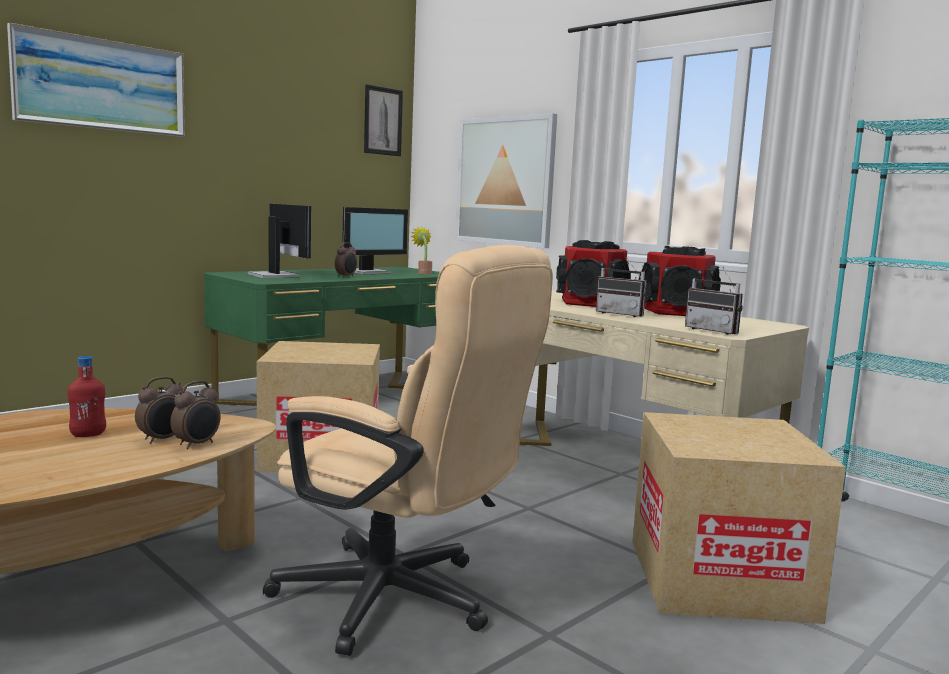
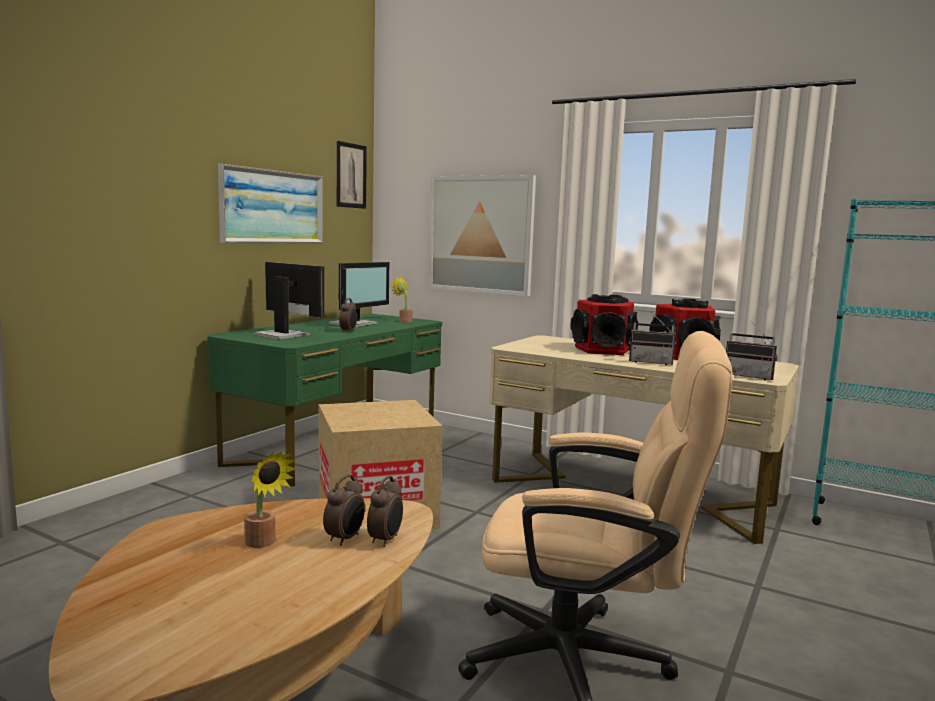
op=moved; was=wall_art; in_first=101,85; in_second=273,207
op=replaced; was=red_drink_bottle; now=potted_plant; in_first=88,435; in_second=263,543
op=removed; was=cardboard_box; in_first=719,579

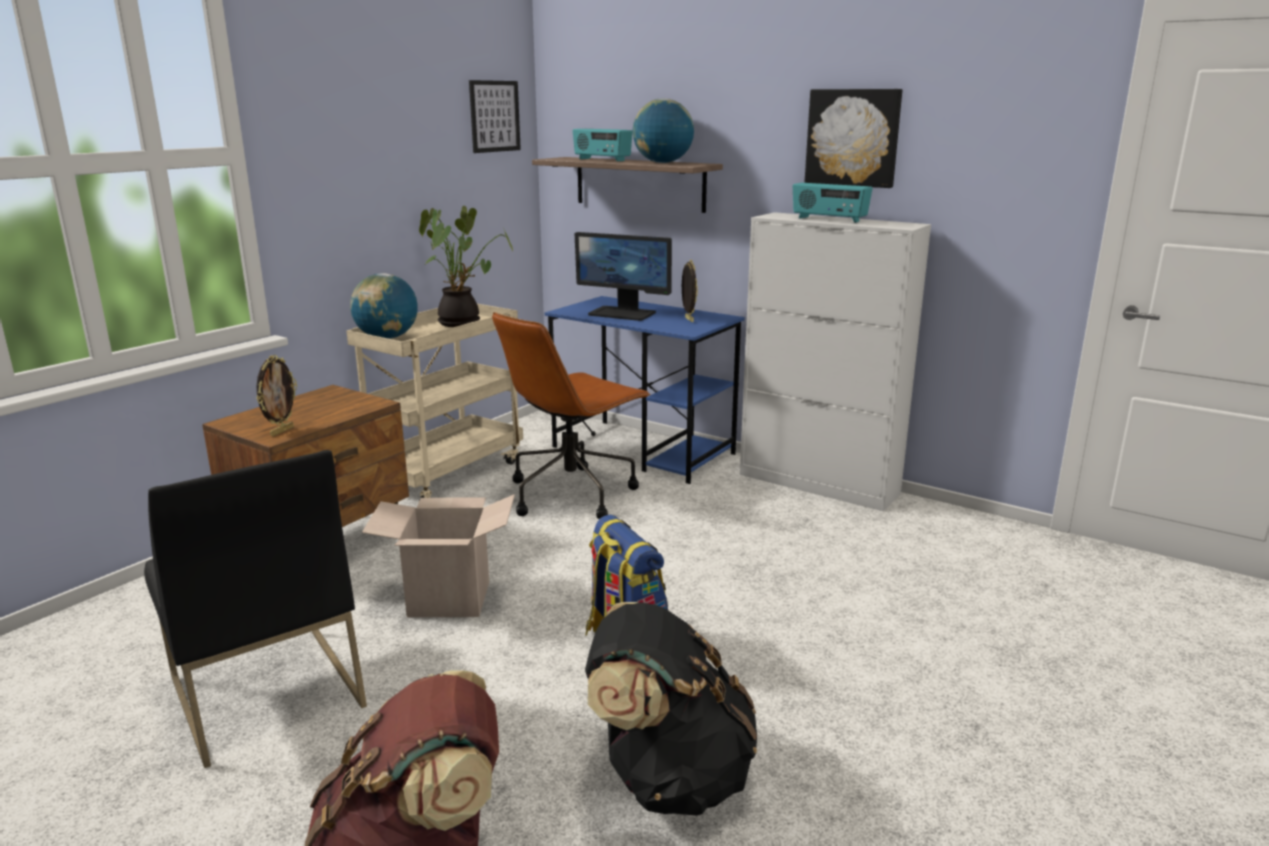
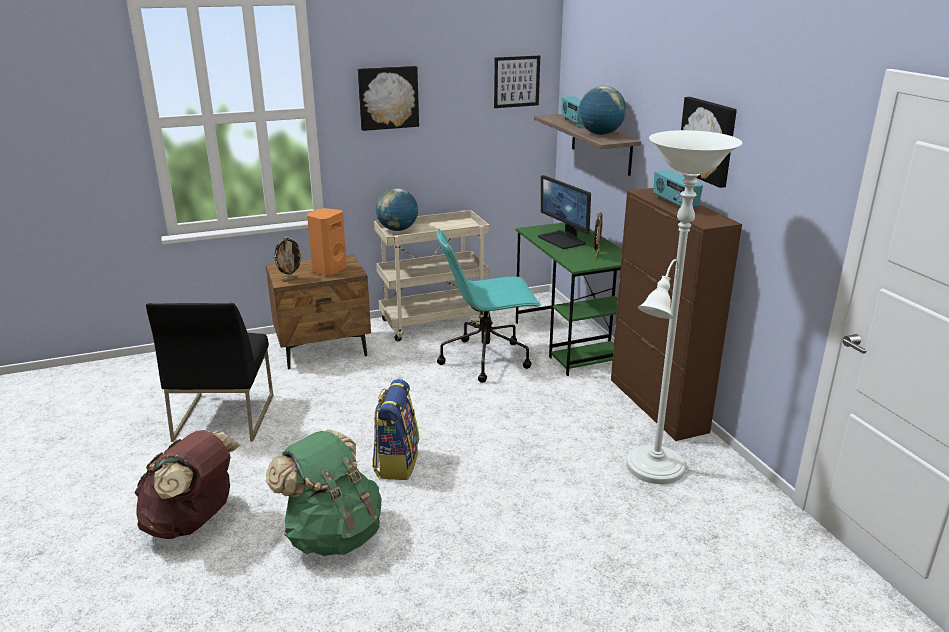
op=removed; was=potted_plant; in_first=463,322
op=recoloured; was=whitish_cupboard; now=brownish_cupboard; in_first=819,484; in_second=657,405
op=recoloured; was=blue_desk; now=green_desk; in_first=644,450; in_second=570,342
op=recoloured; was=brownish_desk_chair; now=turquoise-coloured_desk_chair; in_first=572,493; in_second=487,359
op=removed; was=cardboard_box; in_first=449,599
op=recoloured; was=black-coloured_backpack; now=green_backpack; in_first=668,776; in_second=333,534
op=added; now=wall_art; in_second=388,97
op=added; now=whitish_floor_lamp; in_second=652,471
op=added; now=orangey_speaker; in_second=328,270

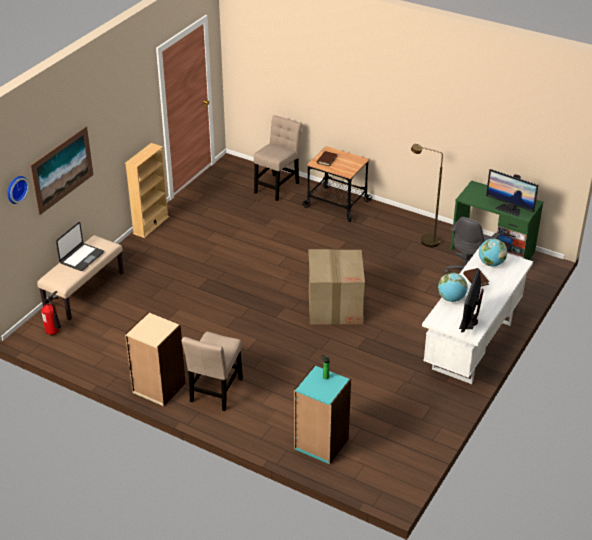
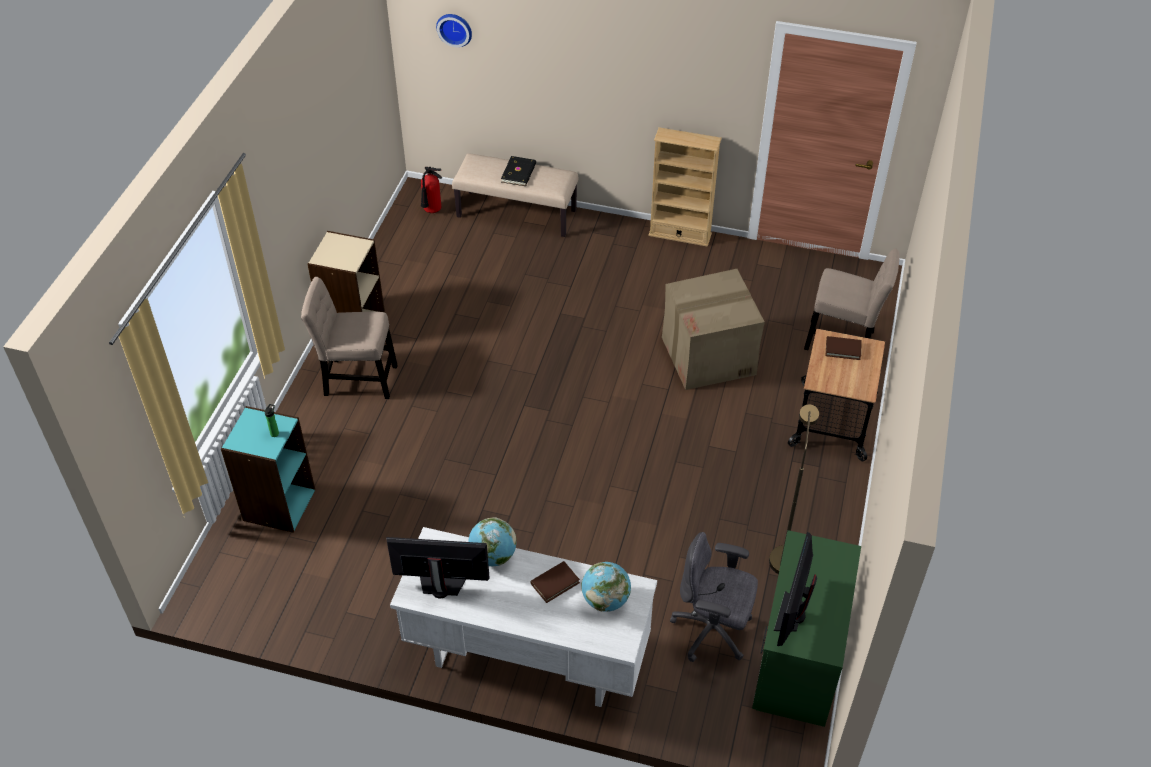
op=removed; was=wall_art; in_first=62,170
op=replaced; was=portable_computer; now=black-coloured_volume; in_first=81,257; in_second=519,173
op=moved; was=cardboard_box; in_first=335,306; in_second=709,355

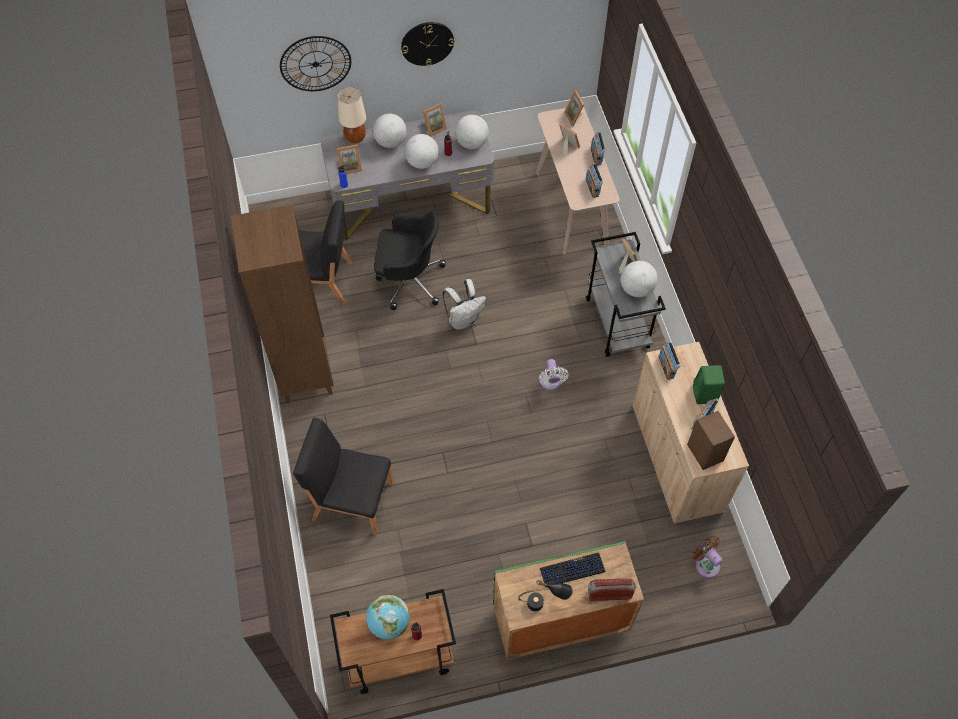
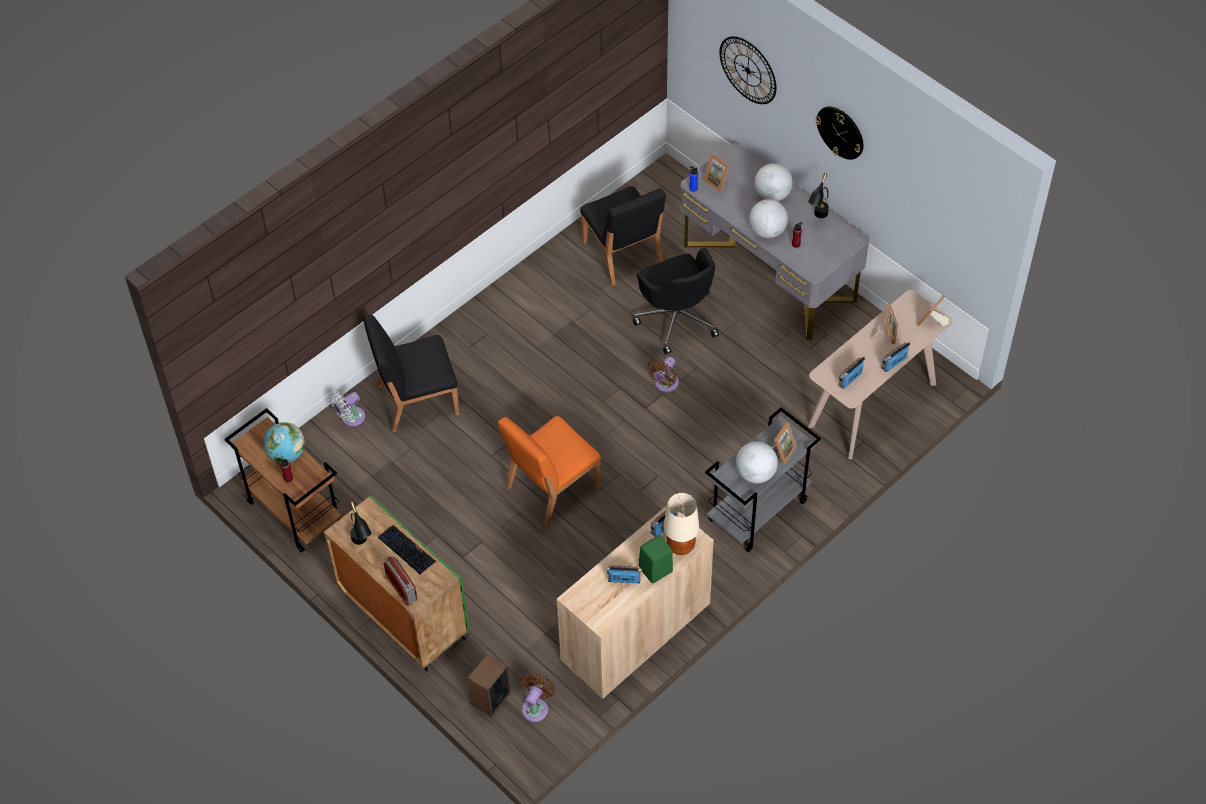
op=moved; was=beige-coloured_lamp_for_a_table; in_first=355,137; in_second=680,546
op=replaced; was=standing_frame; now=black-coloured_lamp_for_a_table; in_first=434,128; in_second=818,217
op=removed; was=globe; in_first=471,143
op=removed; was=brownish_bookshelf; in_first=304,374
op=replaced; was=whitish_backpack; now=brownish_fan; in_first=464,320; in_second=665,384
op=moved; was=whitish_fan; in_first=550,383; in_second=350,418
op=moved; was=speaker; in_first=705,452; in_second=490,698
op=turned; was=black-coloured_chair; in_first=351,500; in_second=416,399; clockwise=-90
op=added; now=orangey_chair; in_second=551,487

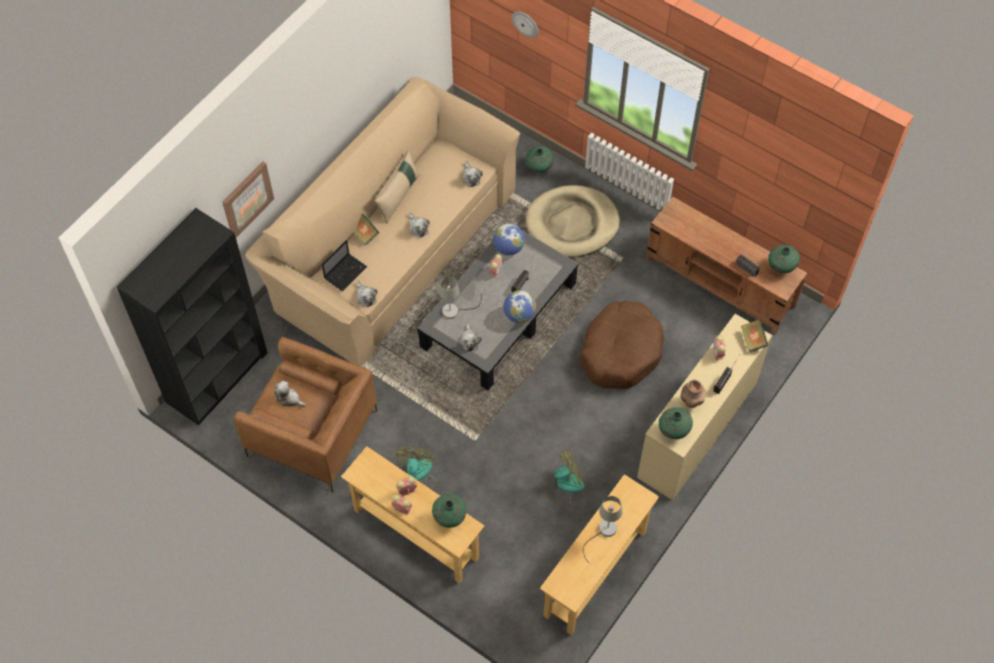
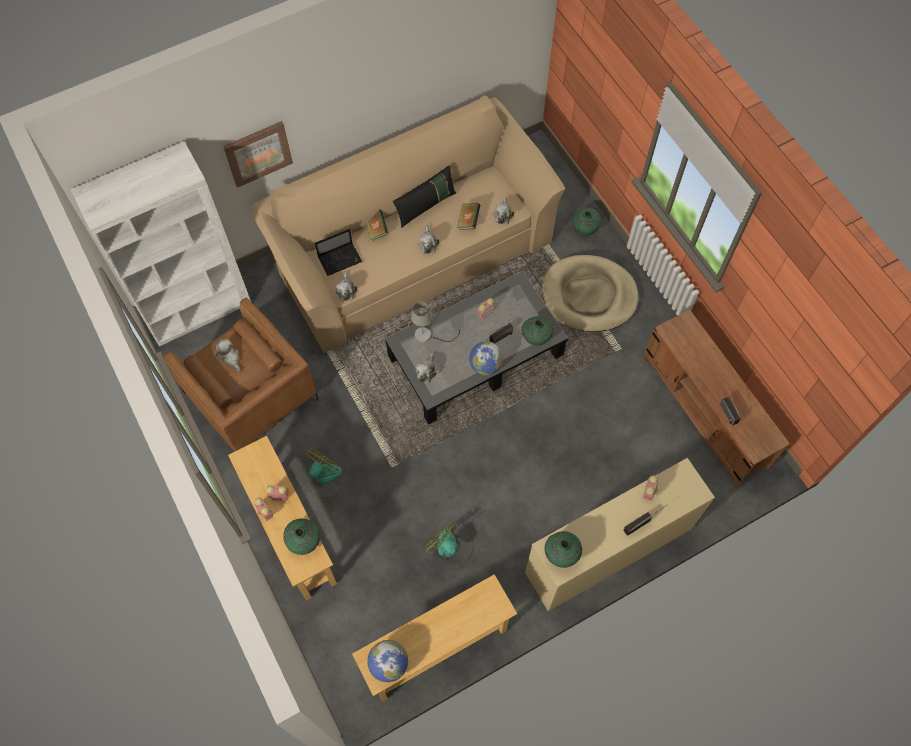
op=removed; was=clock_on_the_wall; in_first=525,23
op=recoloured; was=beige-coloured_throw_pillow; now=black-coloured_throw_pillow; in_first=398,196; in_second=426,206
op=recoloured; was=black-coloured_bookshelf; now=whitish_bookshelf; in_first=217,377; in_second=198,309
op=moved; was=globe; in_first=508,248; in_second=389,664
op=moved; was=green_vase; in_first=780,268; in_second=536,338
op=removed; was=brownish_dog_bed; in_first=620,351
op=moved; was=volume; in_first=753,340; in_second=468,221
op=removed; was=brownish_vase; in_first=691,402
op=turned; was=fan; in_first=563,485; in_second=451,549; clockwise=-135
op=removed; was=gray_lamp_for_a_table; in_first=603,532

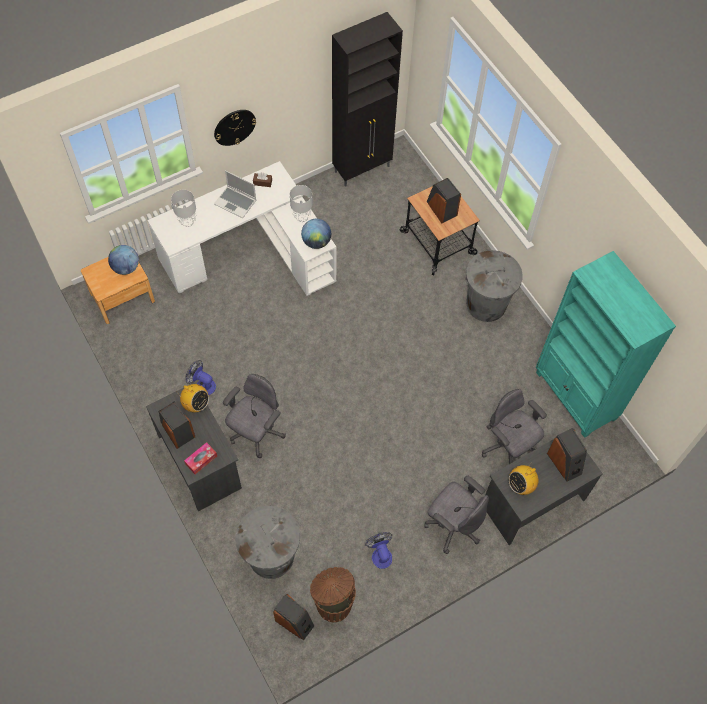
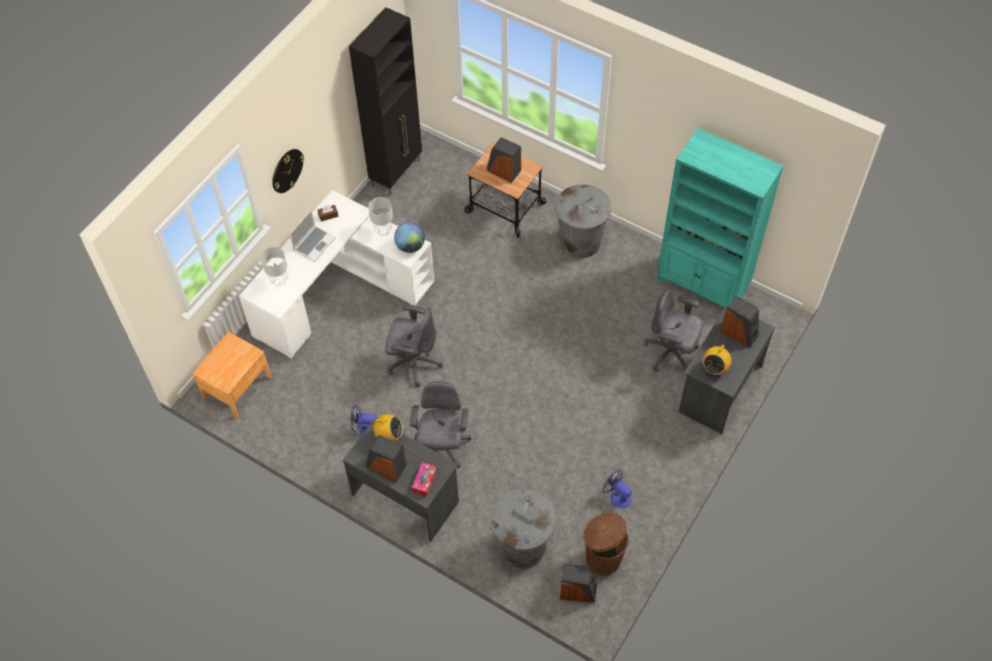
op=turned; was=portable_computer; in_first=236,202; in_second=314,243; clockwise=-60
op=removed; was=globe; in_first=126,267
op=moved; was=gray_desk_chair; in_first=453,525; in_second=413,362

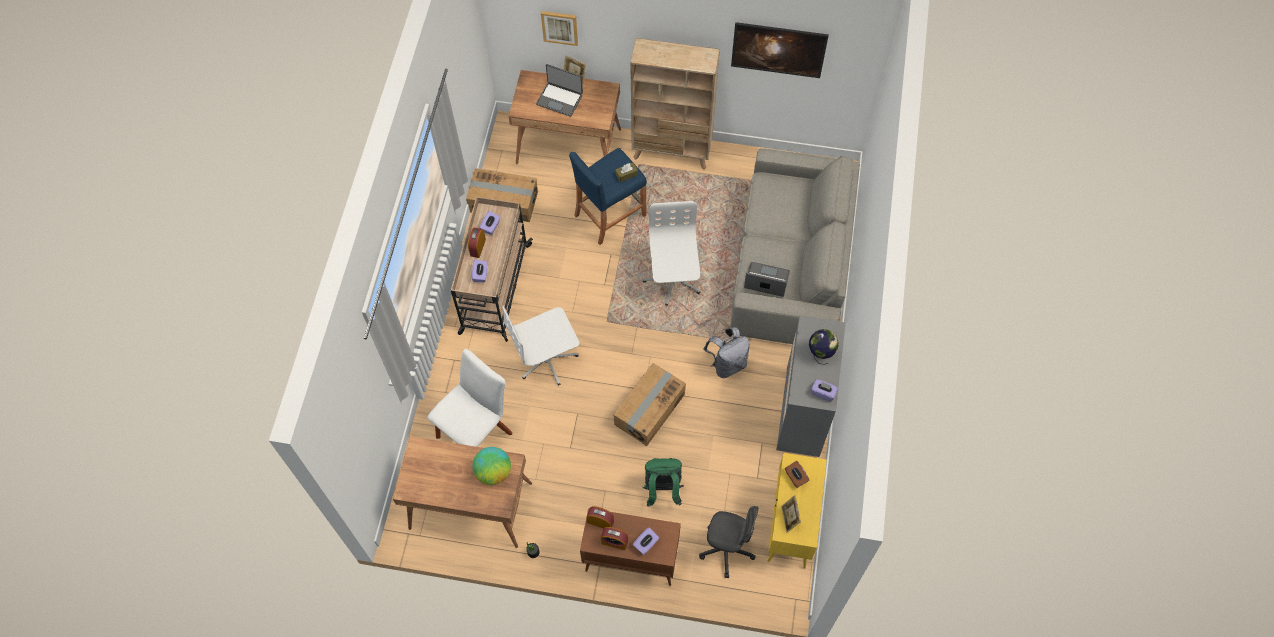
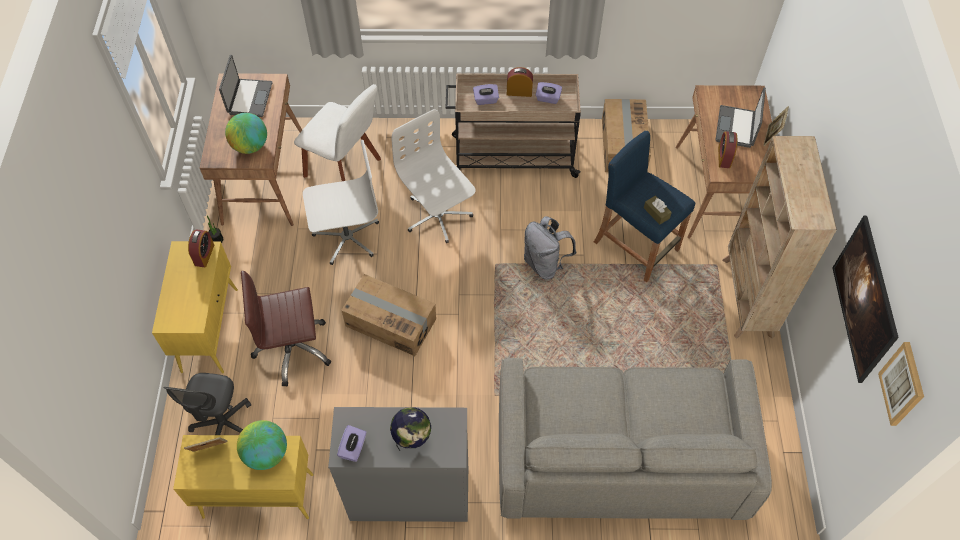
op=moved; was=wall_art; in_first=559,27; in_second=902,384
op=moved; was=whitish_desk_chair; in_first=672,280; in_second=347,237
op=moved; was=portable_computer; in_first=766,281; in_second=249,98
op=moved; was=gray_backpack; in_first=727,363; in_second=545,264
op=replaced; was=green_backpack; now=brownish_desk_chair; in_first=662,490; in_second=293,349
op=replaced; was=brownish_tissue_holder; now=globe; in_first=795,477; in_second=266,454
op=recoloured; was=brownish_cupboard; now=yellow-coloured_cupboard; in_first=630,560; in_second=210,329
op=moved; was=bedside_clock; in_first=614,542; in_second=724,157
op=removed; was=purple_tissue_holder; in_first=646,544

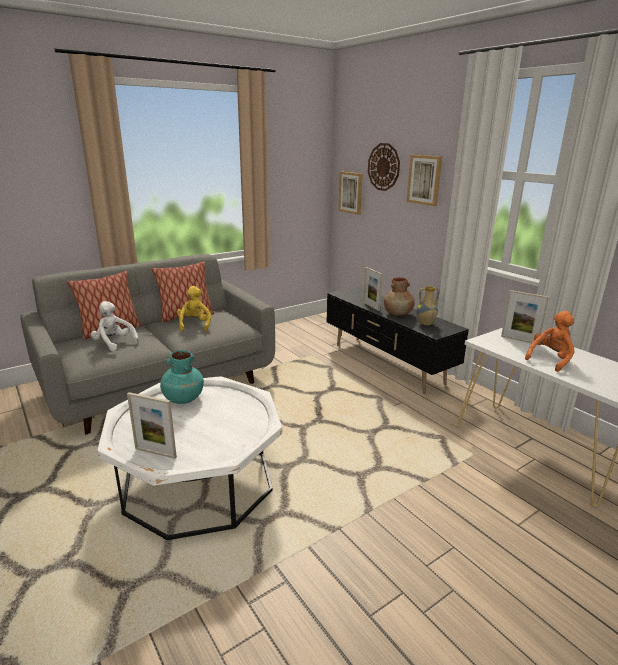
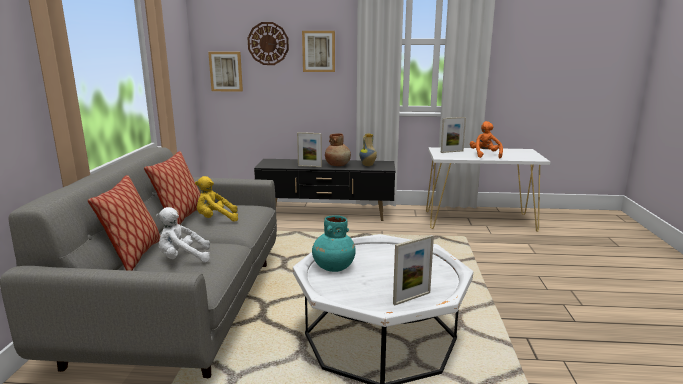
op=turned; was=yellow-coloured_cuddly_toy; in_first=194,325; in_second=216,219; clockwise=-45

